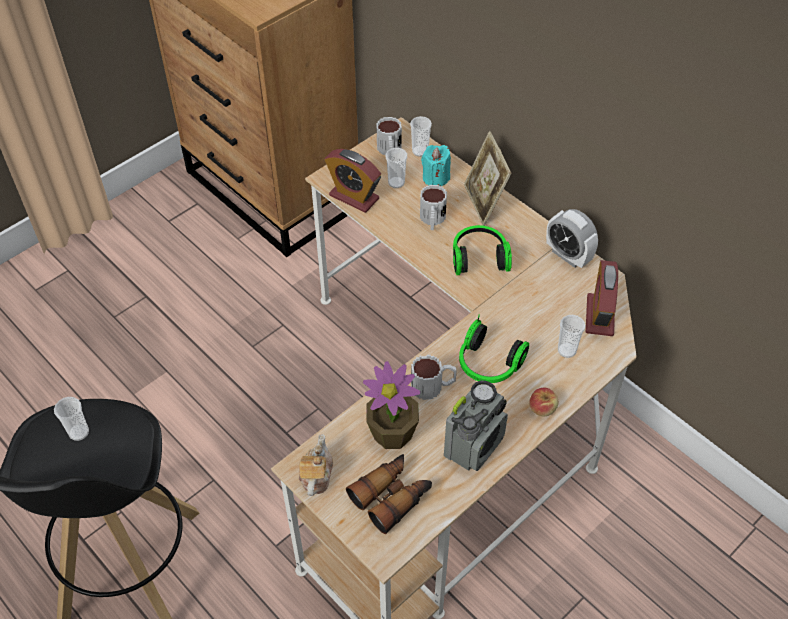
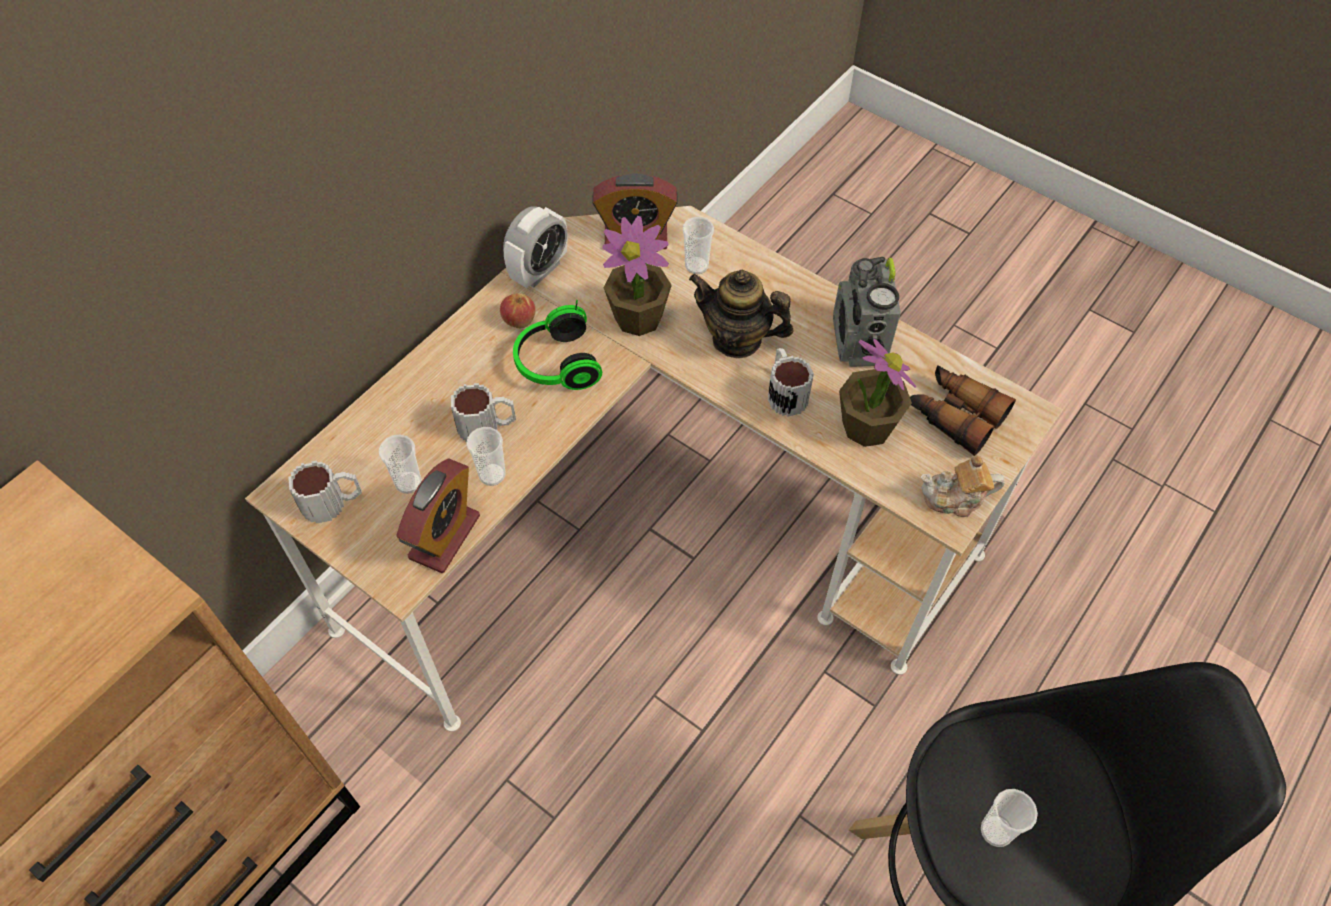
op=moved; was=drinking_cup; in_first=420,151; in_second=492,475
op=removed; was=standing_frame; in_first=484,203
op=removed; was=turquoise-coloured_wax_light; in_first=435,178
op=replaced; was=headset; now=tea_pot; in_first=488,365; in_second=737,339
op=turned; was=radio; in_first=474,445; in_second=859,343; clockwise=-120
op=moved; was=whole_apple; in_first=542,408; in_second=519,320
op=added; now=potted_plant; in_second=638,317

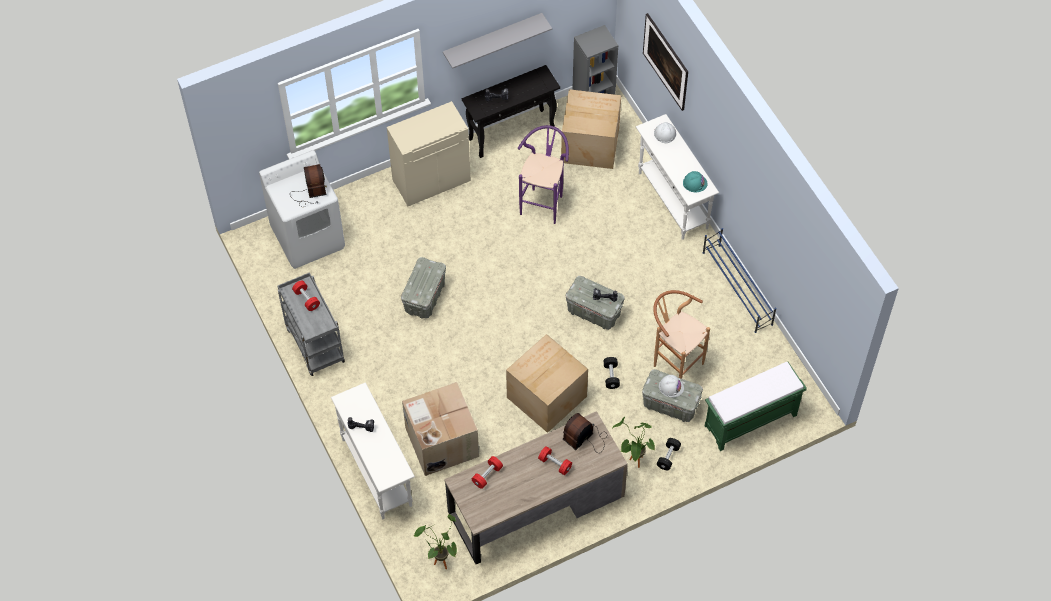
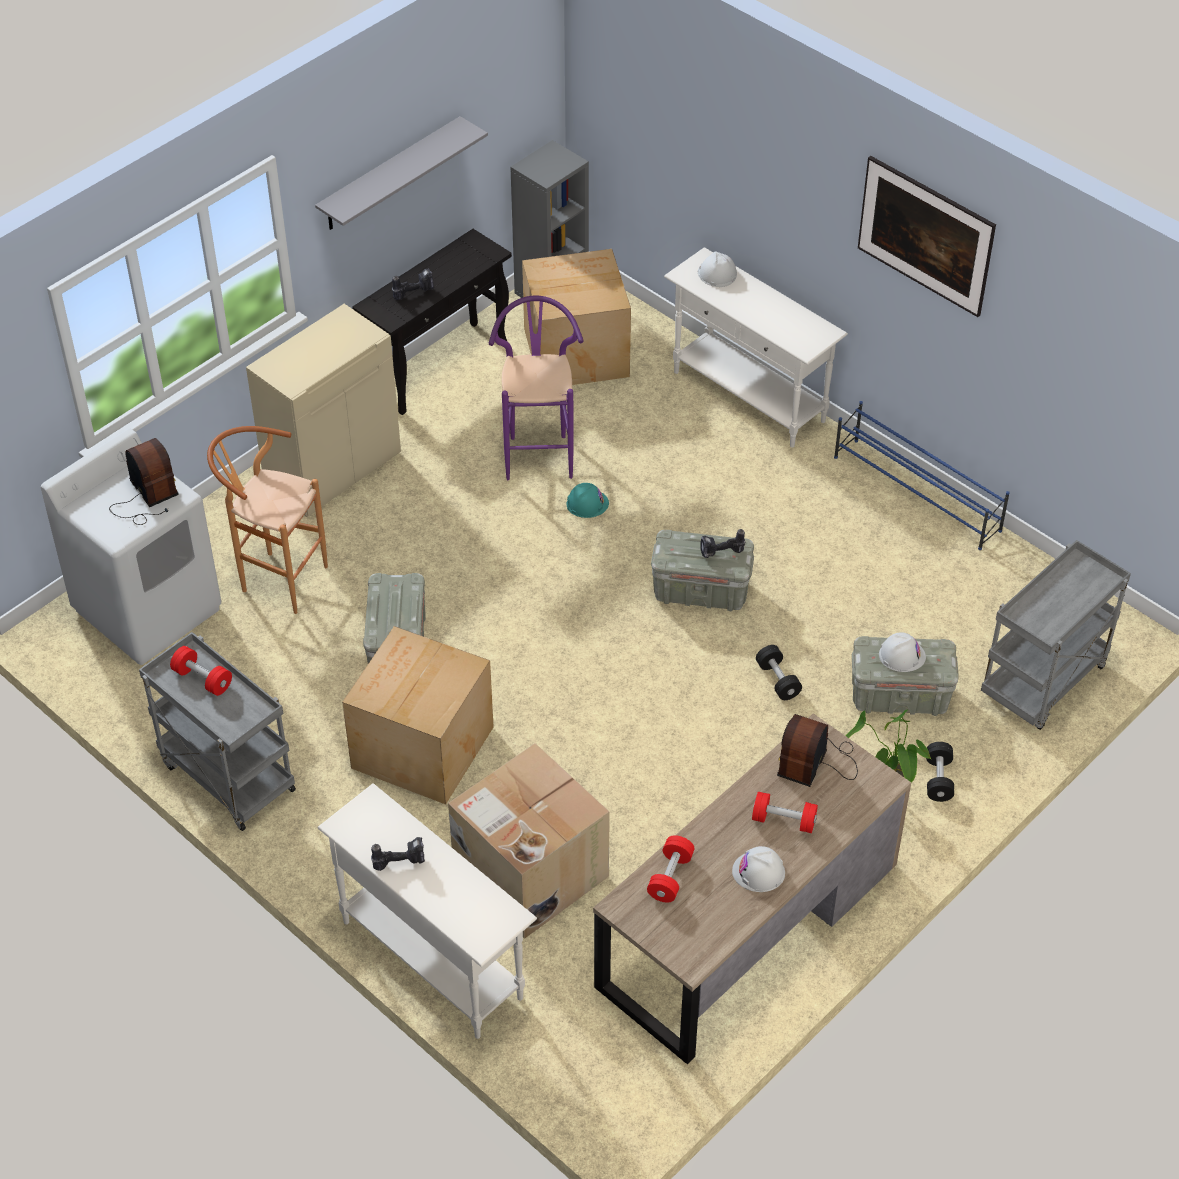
op=moved; was=wall_art; in_first=665,71; in_second=922,258
op=moved; was=turquoise-coloured_safety_helmet; in_first=695,183; in_second=587,503
op=moved; was=brownish_sitting_stool; in_first=674,363; in_second=276,578
op=moved; was=cardboard_box; in_first=545,397; in_second=420,748
op=replaced; was=green_long_seat; now=gray_cart; in_first=750,421; in_second=1043,684
op=removed; was=potted_plant; in_first=440,560
op=added; now=whitish_safety_helmet; in_second=758,872

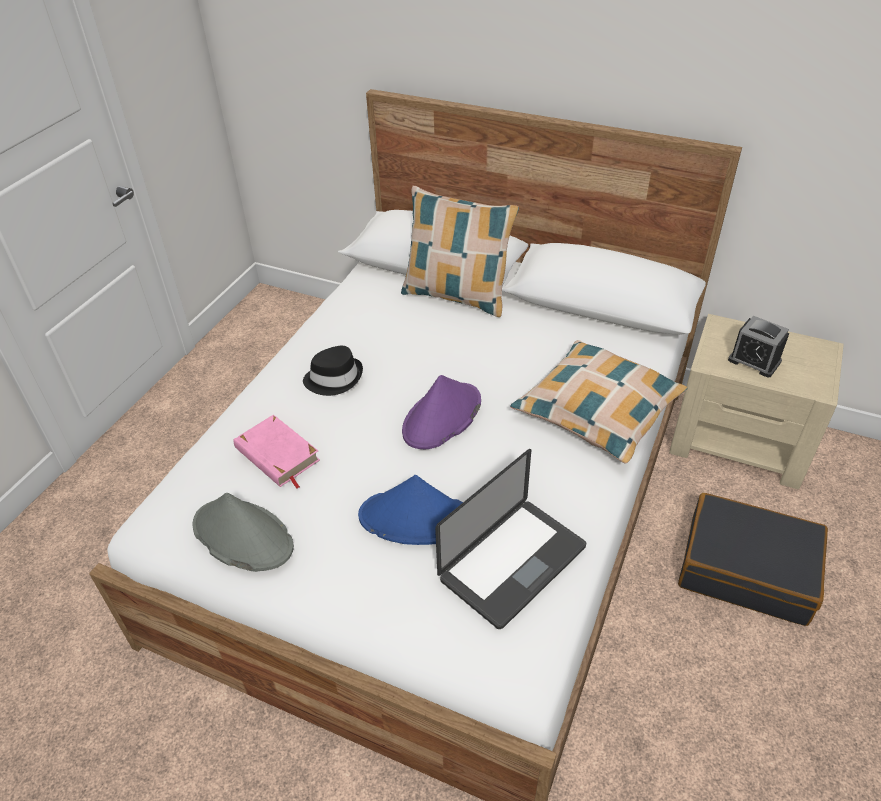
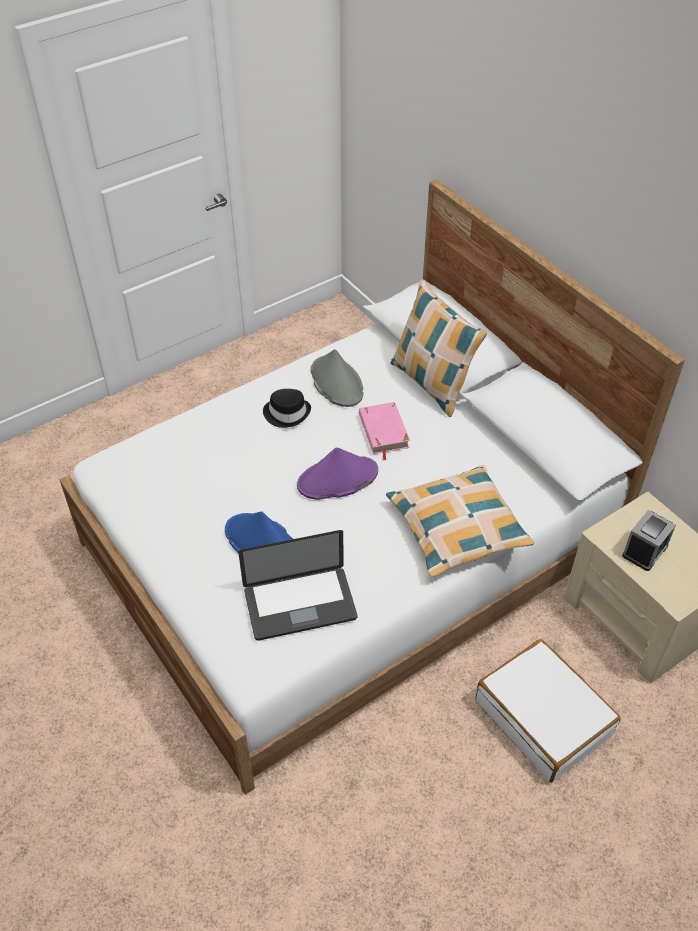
op=turned; was=bedside_clock; in_first=754,361; in_second=645,551; clockwise=-120
op=moved; was=pink_volume; in_first=277,455; in_second=383,431
op=moved; was=gray_wearable_hat; in_first=242,536; in_second=336,382
op=recoloured; was=black-coloured_piece_of_luggage; now=whitish_piece_of_luggage; in_first=747,569; in_second=543,718

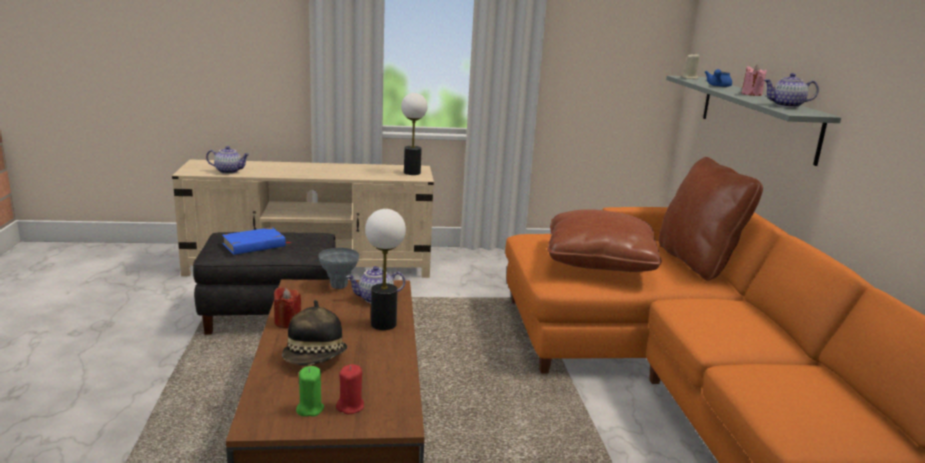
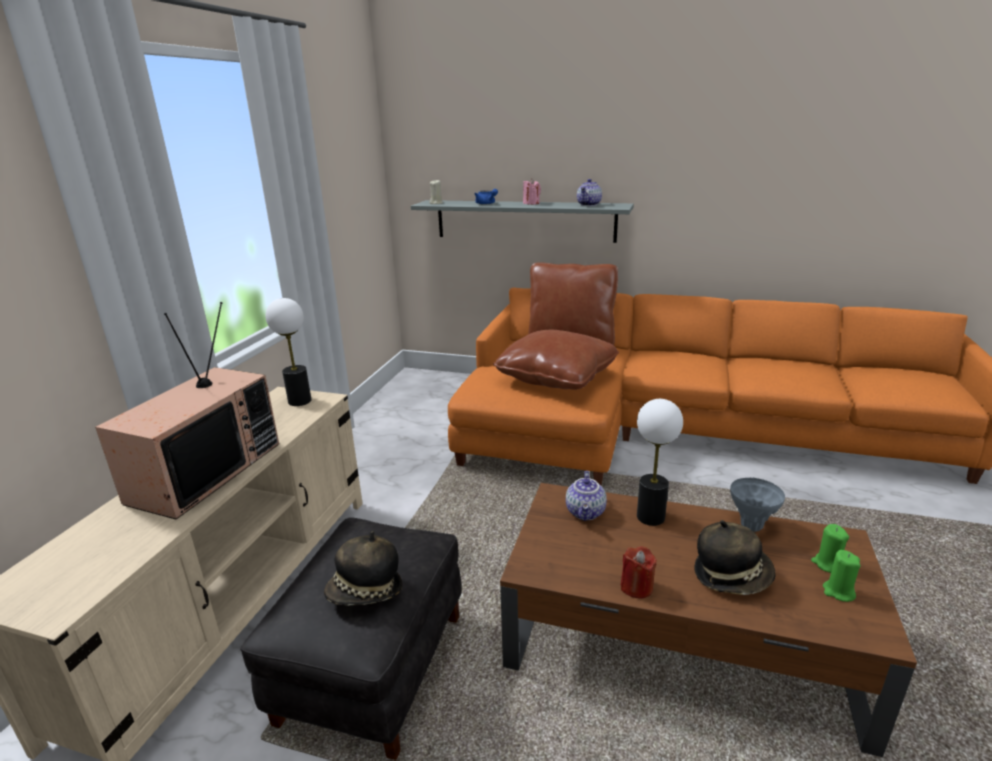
op=removed; was=tea_pot; in_first=229,171
op=replaced; was=blue_volume; now=wearable_hat; in_first=254,245; in_second=365,592
op=moved; was=gray_vase; in_first=339,286; in_second=751,526
op=recoloured; was=red_wax_light; now=green_wax_light; in_first=350,406; in_second=827,564
op=added; now=TV_set; in_second=205,471

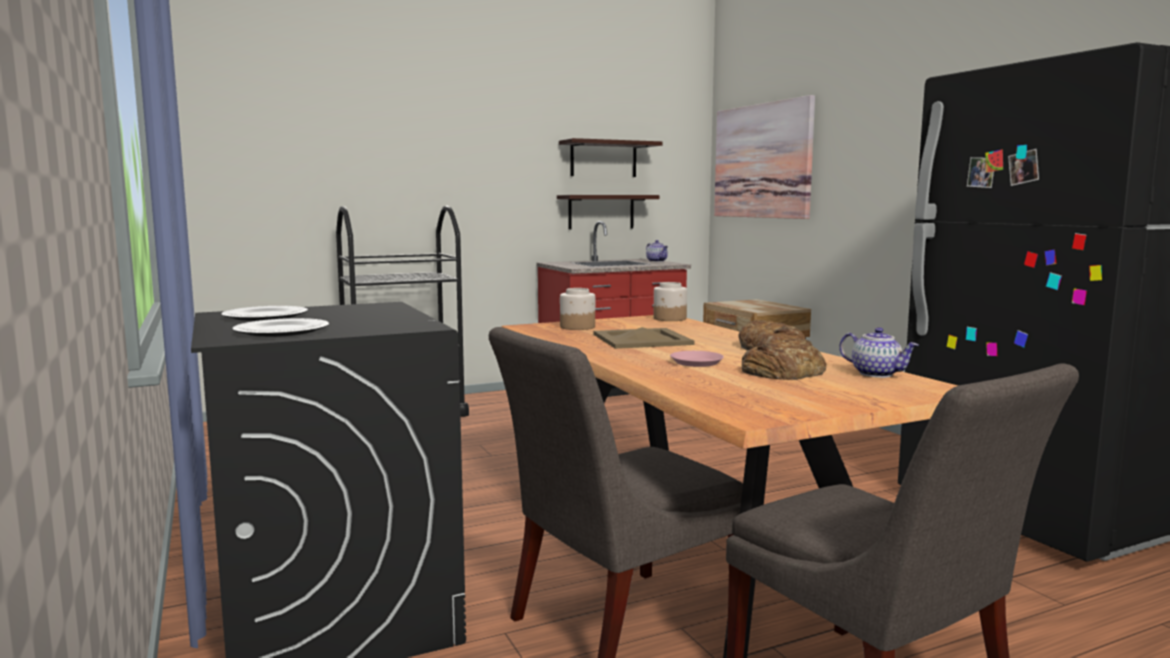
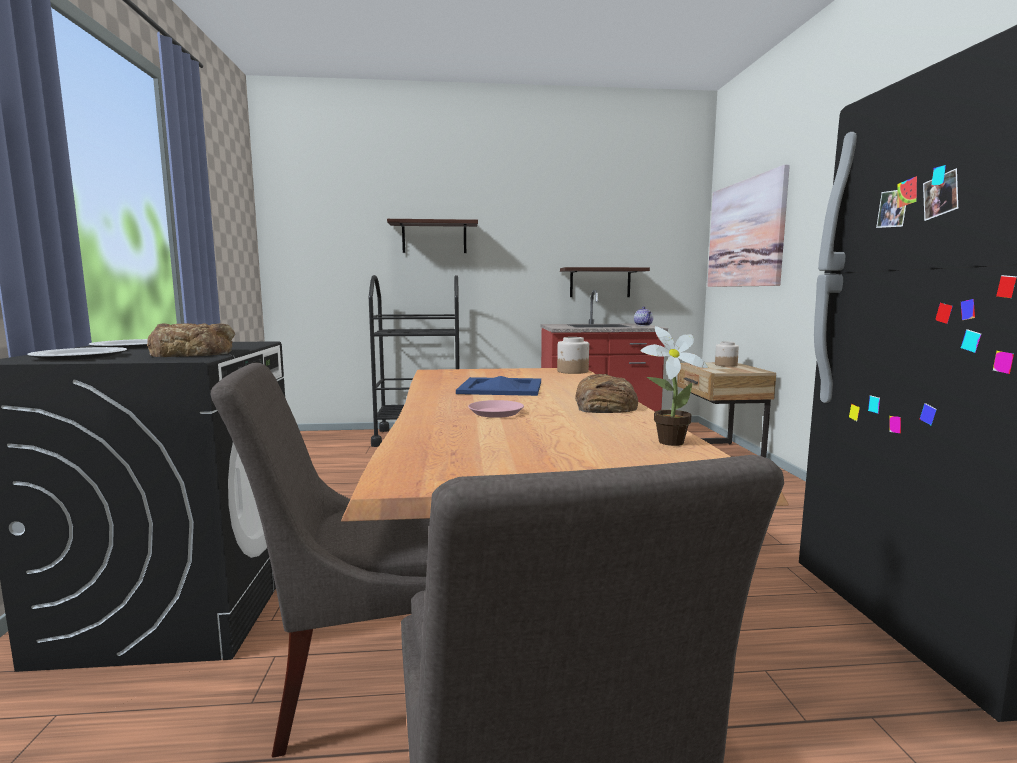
op=moved; was=shelf; in_first=603,159; in_second=434,237
op=moved; was=storage_jar; in_first=577,327; in_second=725,365
op=recoloured; was=beige-coloured_serving_tray; now=blue_serving_tray; in_first=641,339; in_second=500,387
op=replaced; was=tea_pot; now=potted_plant; in_first=877,374; in_second=666,442
op=moved; was=bread; in_first=783,371; in_second=193,353

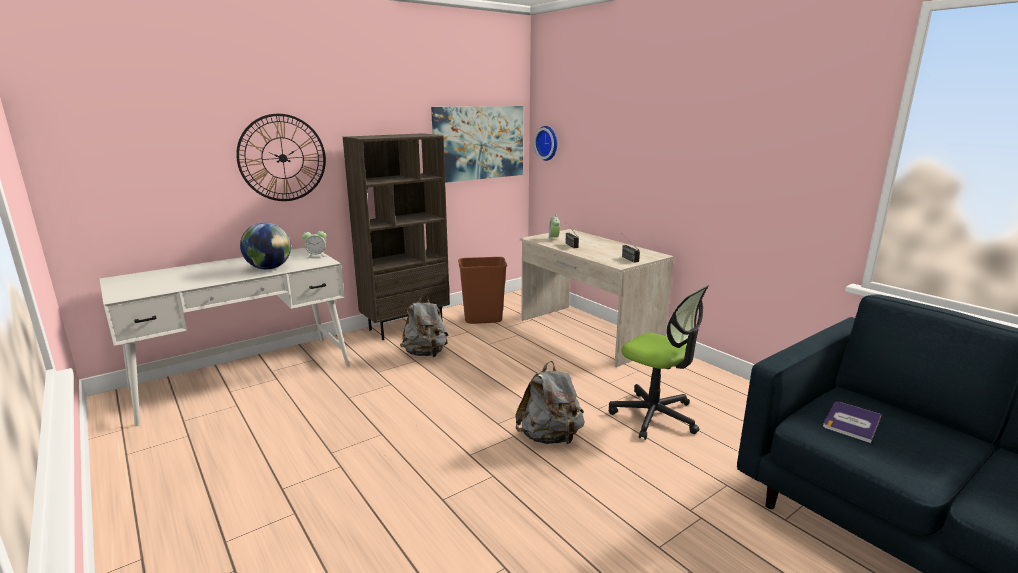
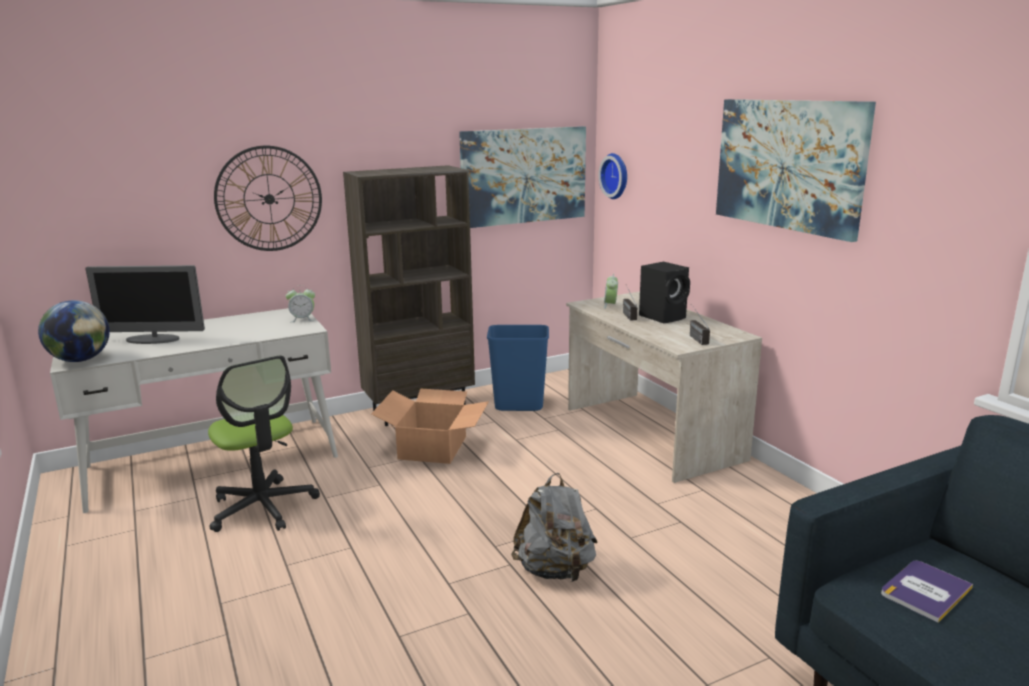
op=moved; was=globe; in_first=269,268; in_second=80,360
op=recoloured; was=brownish_trash_can; now=blue_trash_can; in_first=483,319; in_second=519,405
op=moved; was=desk_chair; in_first=654,416; in_second=263,507
op=replaced; was=gray_backpack; now=cardboard_box; in_first=426,354; in_second=433,447
op=added; now=wall_art; in_second=788,164
op=added; now=black-coloured_speaker; in_second=663,317
op=added; now=computer_display; in_second=153,340

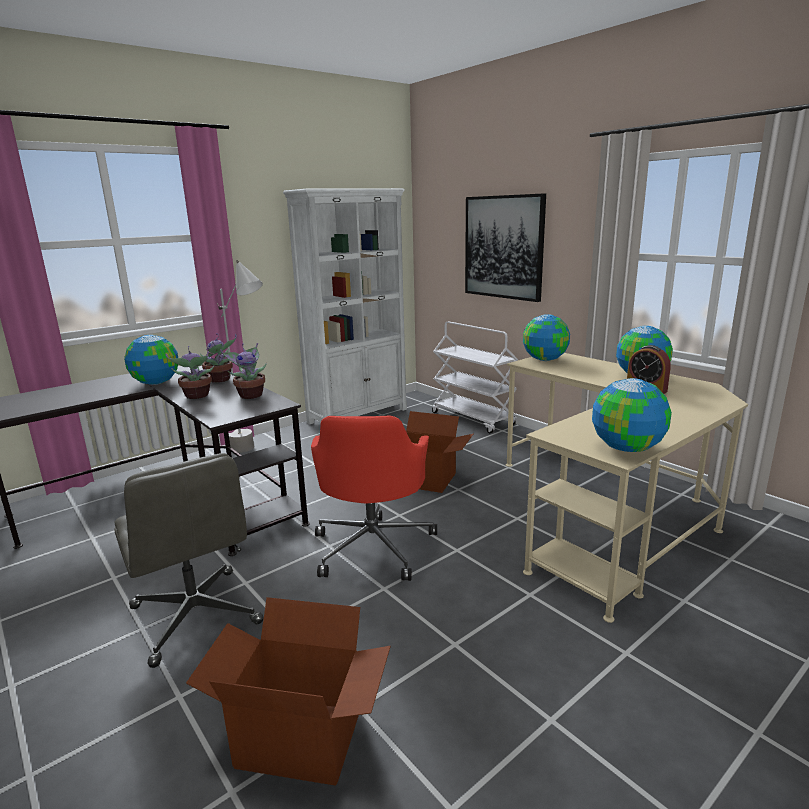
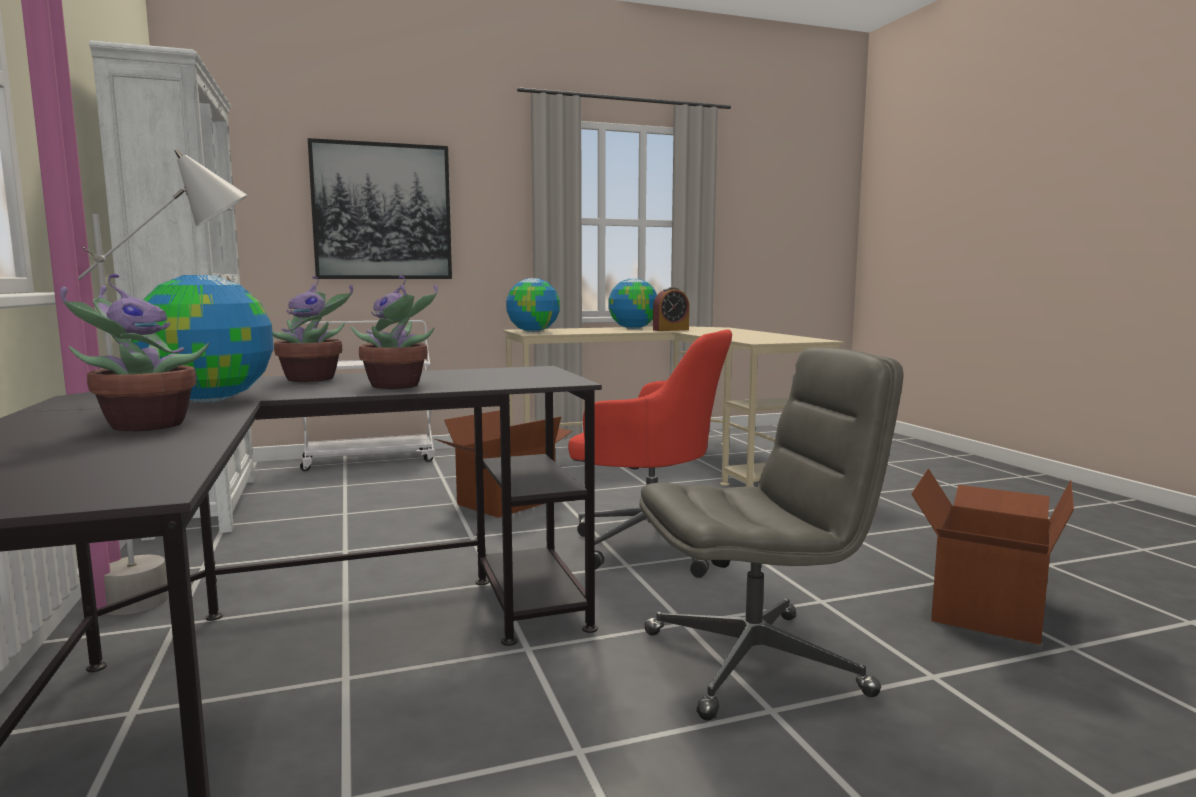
op=moved; was=potted_plant; in_first=250,395; in_second=142,426
op=removed; was=globe; in_first=626,448

